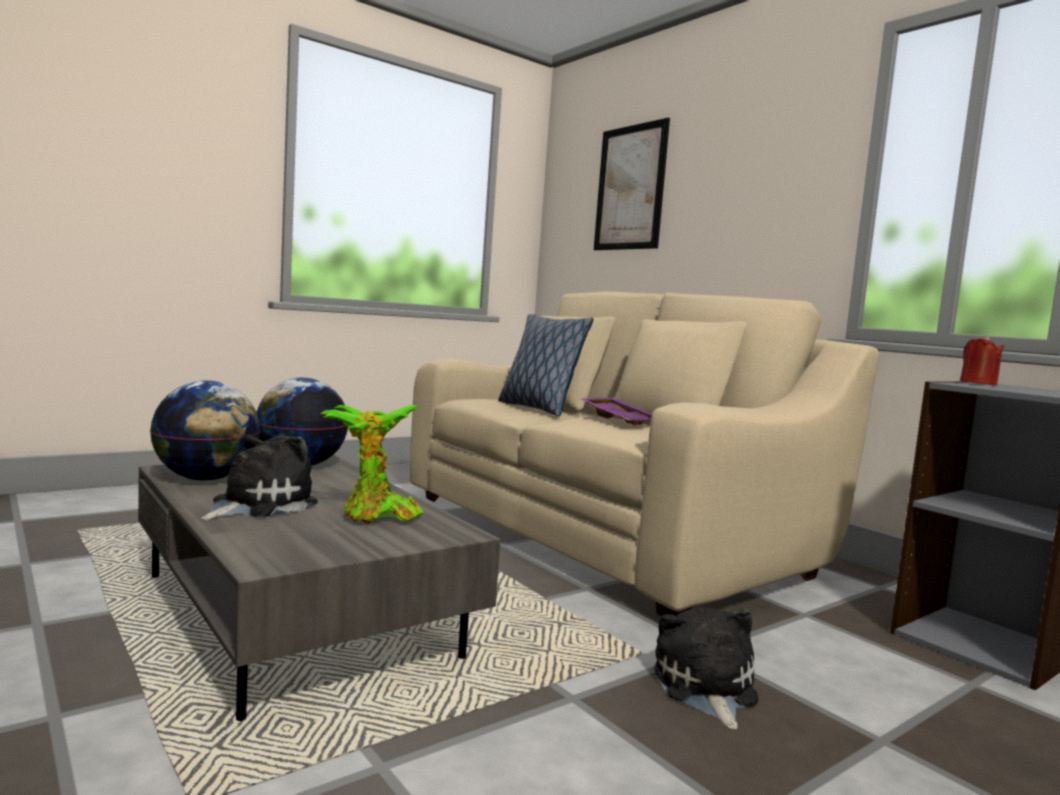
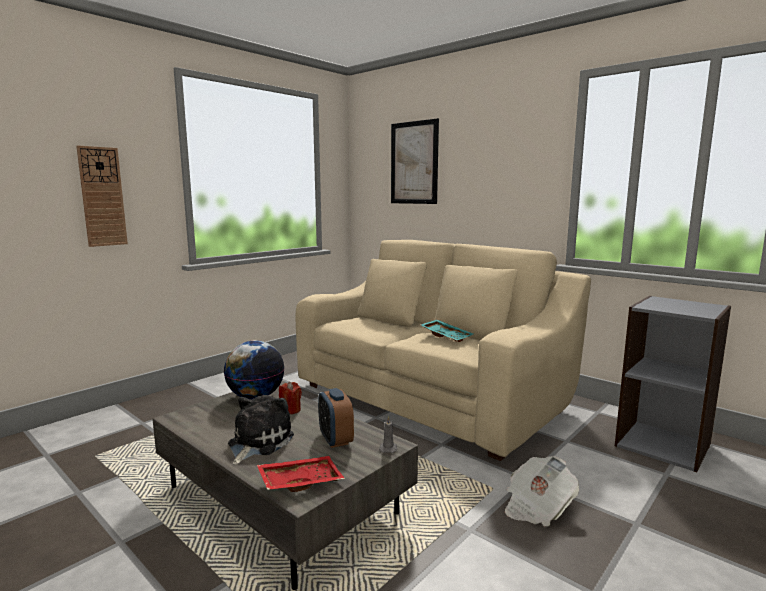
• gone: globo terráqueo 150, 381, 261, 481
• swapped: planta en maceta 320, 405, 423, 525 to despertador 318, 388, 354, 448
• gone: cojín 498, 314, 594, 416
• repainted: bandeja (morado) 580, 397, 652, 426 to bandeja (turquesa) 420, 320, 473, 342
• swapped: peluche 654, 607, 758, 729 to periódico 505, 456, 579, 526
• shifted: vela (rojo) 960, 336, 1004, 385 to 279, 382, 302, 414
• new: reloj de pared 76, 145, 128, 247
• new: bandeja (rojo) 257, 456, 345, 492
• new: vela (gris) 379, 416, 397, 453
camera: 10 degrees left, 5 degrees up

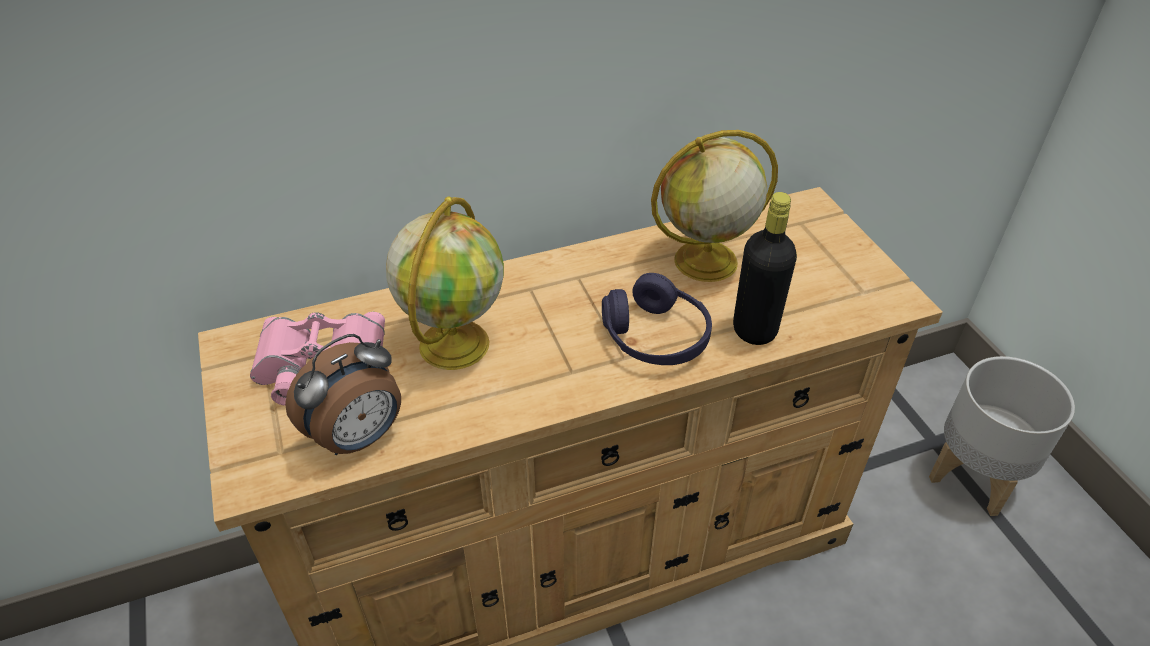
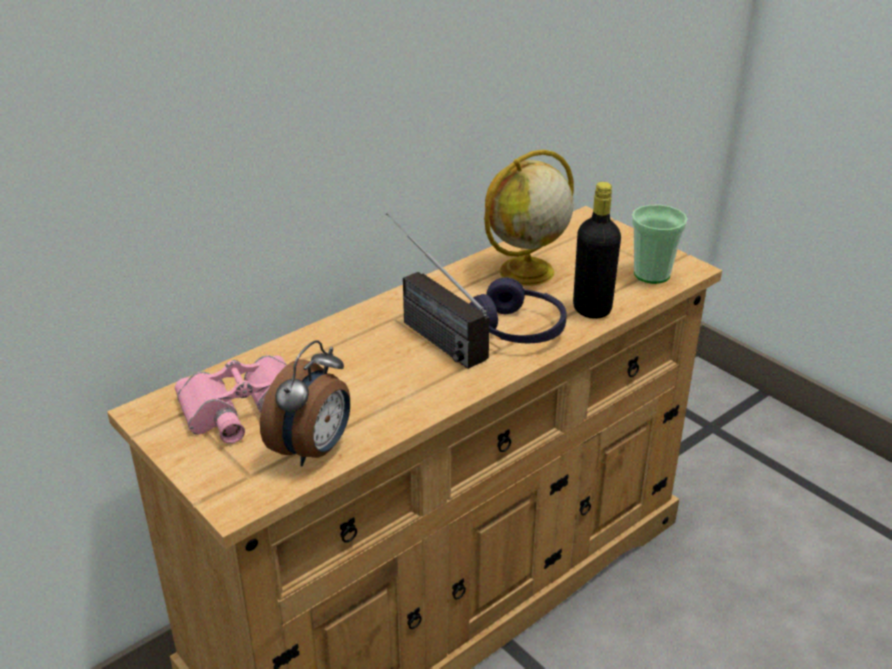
• gone: globo terráqueo 386, 197, 504, 370
• gone: maceta (gris) 929, 356, 1075, 516
• new: radio 386, 213, 490, 369
• new: taza 631, 205, 688, 284
camera: 20 degrees left, 10 degrees down

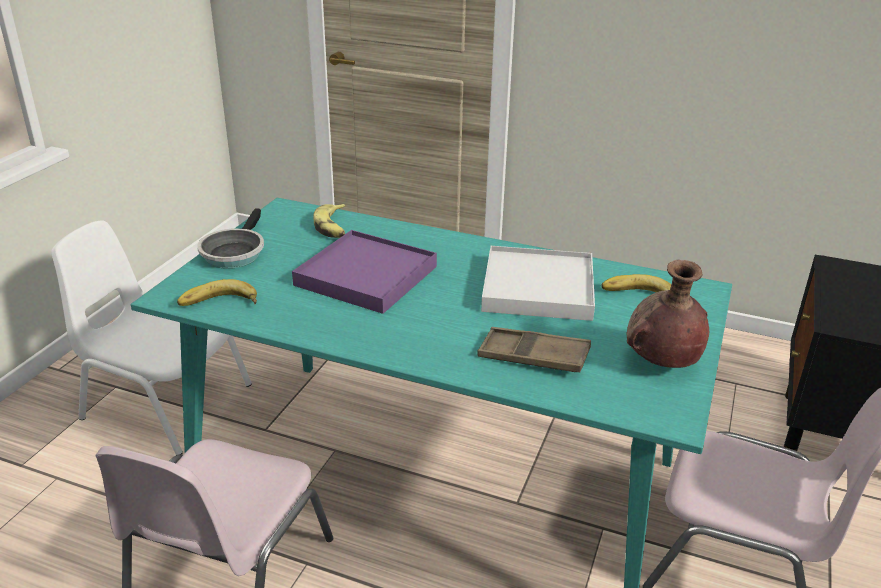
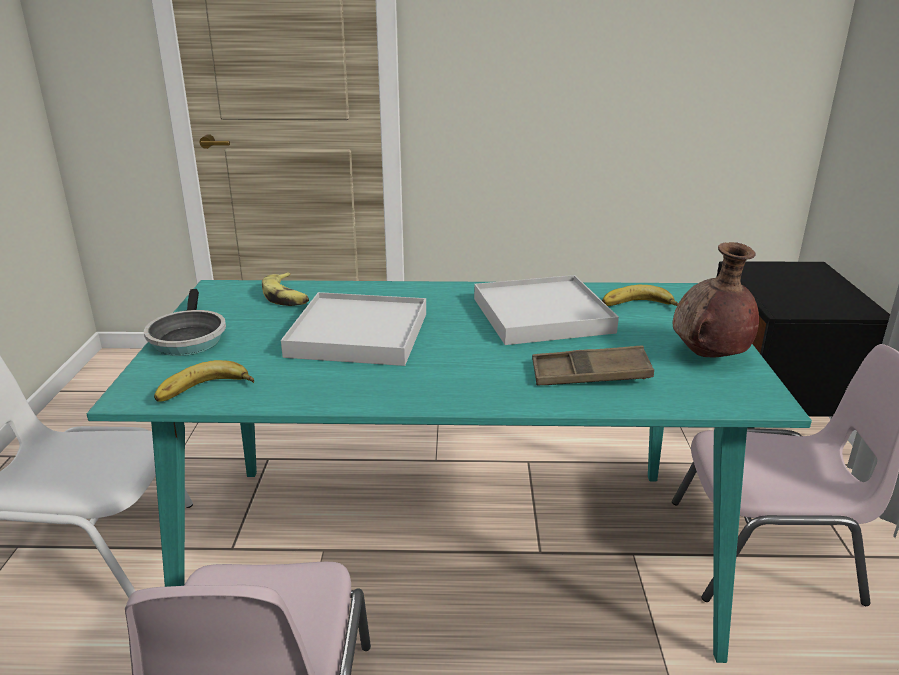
• repainted: bandeja (morado) 292, 230, 437, 314 to bandeja (blanco) 281, 292, 426, 366
camera: 20 degrees left, 5 degrees down

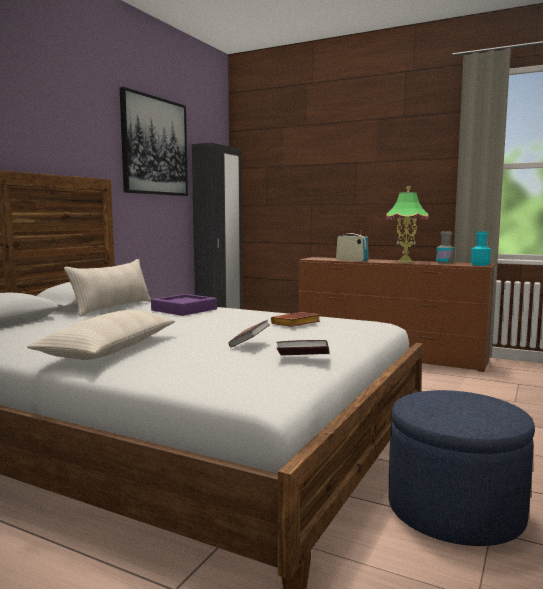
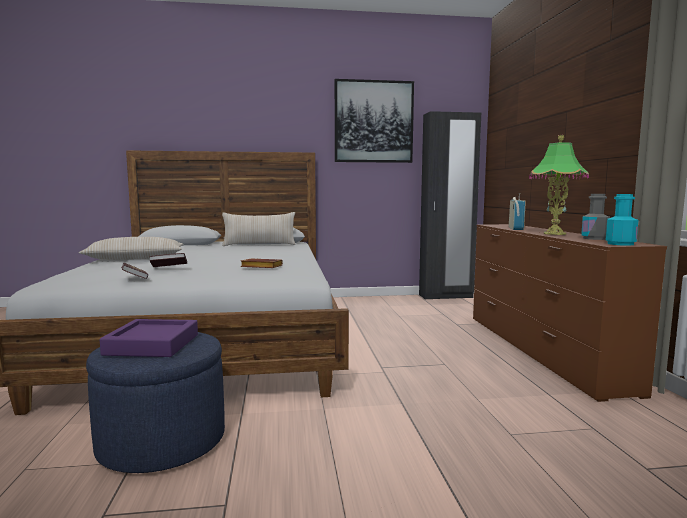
• shifted: bandeja (morado) 151, 294, 217, 316 to 100, 319, 198, 357
camera: 55 degrees right, 0 degrees up

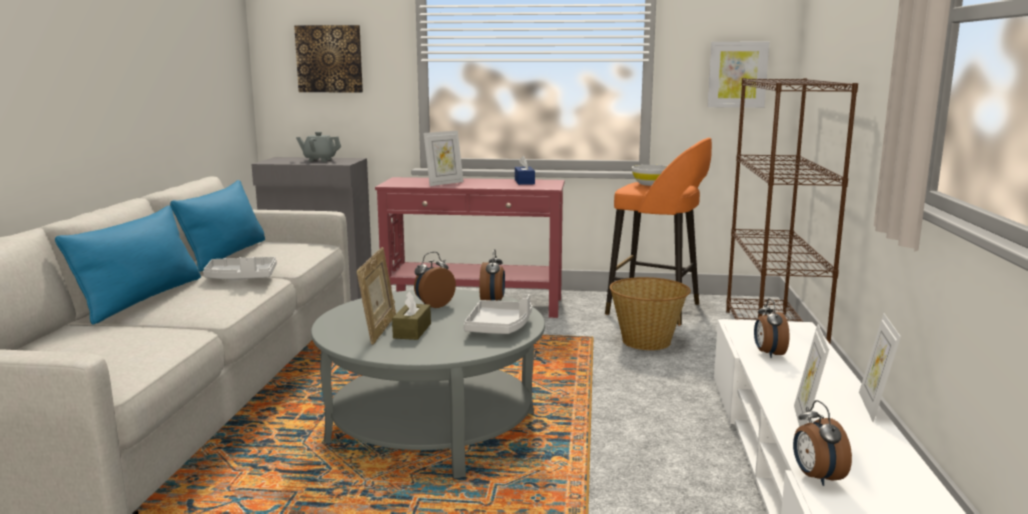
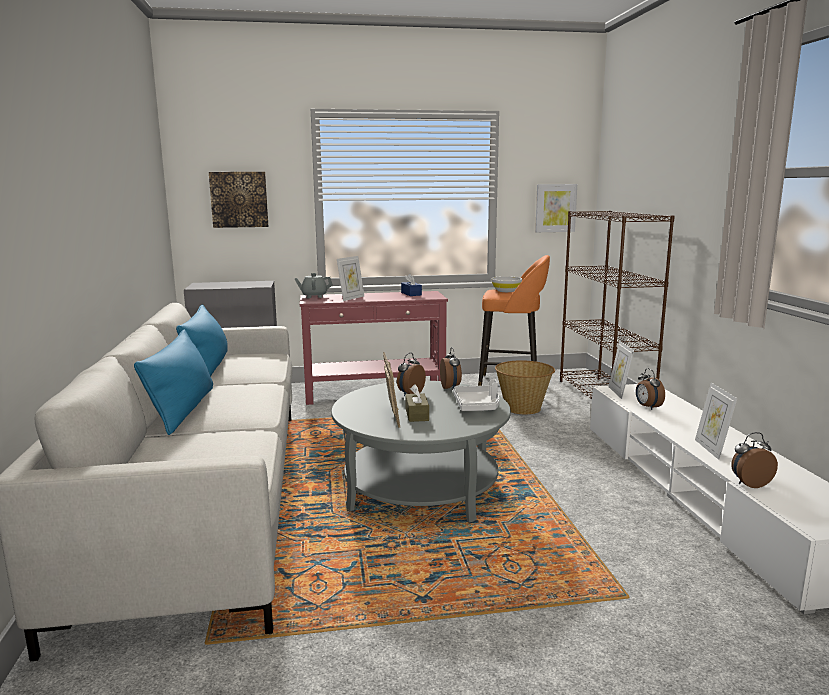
• gone: bandeja (gris) 203, 257, 277, 280
• shifted: tetera (gris) 296, 132, 341, 162 to 294, 273, 333, 298
• rotated: despertador 793, 400, 852, 486 = 731, 432, 778, 488 105 degrees clockwise
• shifted: portarretratos 859, 313, 901, 422 to 608, 341, 634, 399
camera: 15 degrees left, 0 degrees up

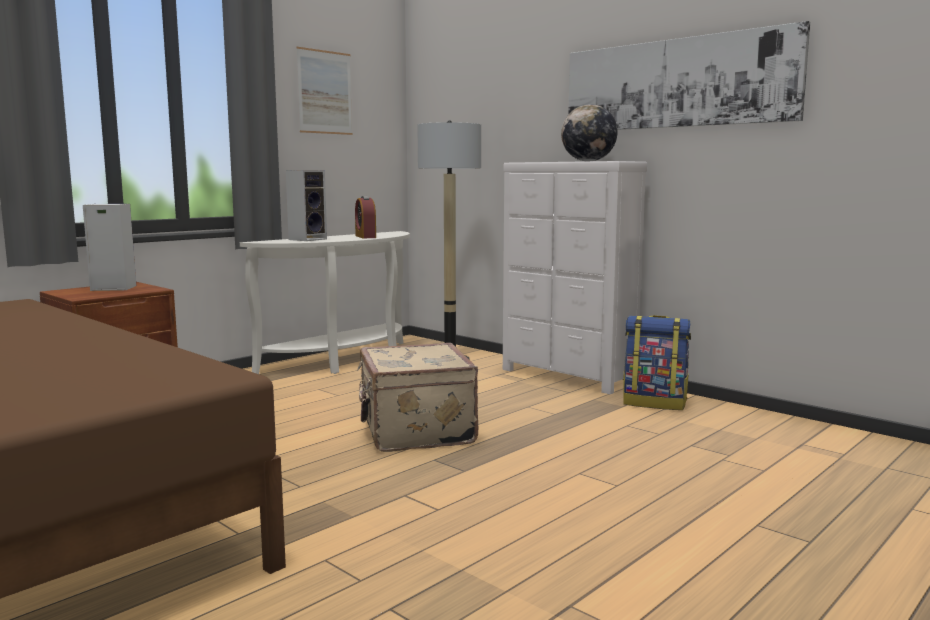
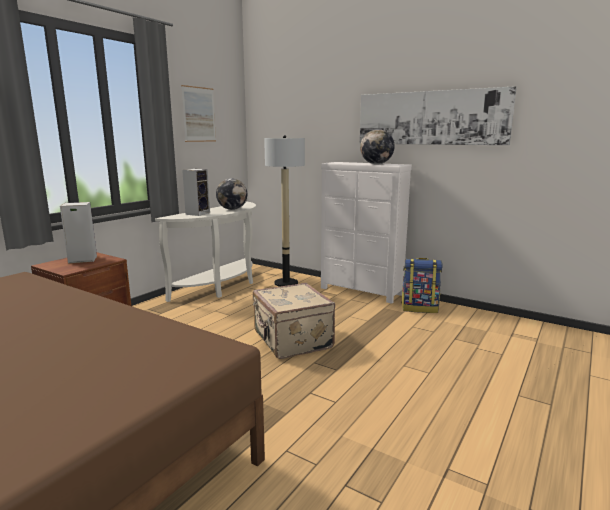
• swapped: despertador 355, 196, 376, 238 to globo terráqueo 216, 178, 247, 210
camera: 10 degrees left, 5 degrees up

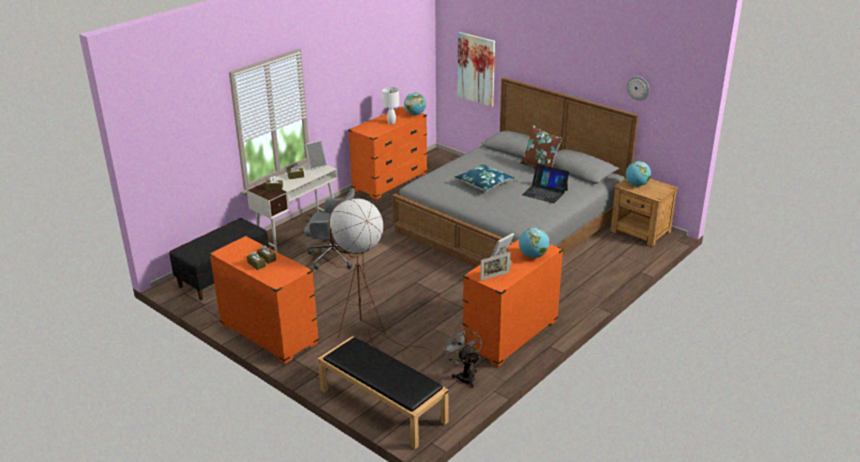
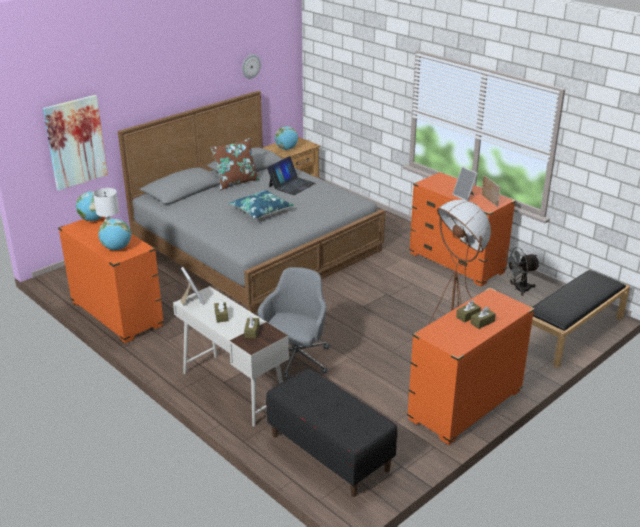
• shifted: globo terráqueo 519, 228, 549, 258 to 98, 219, 131, 250
camera: 85 degrees left, 0 degrees up

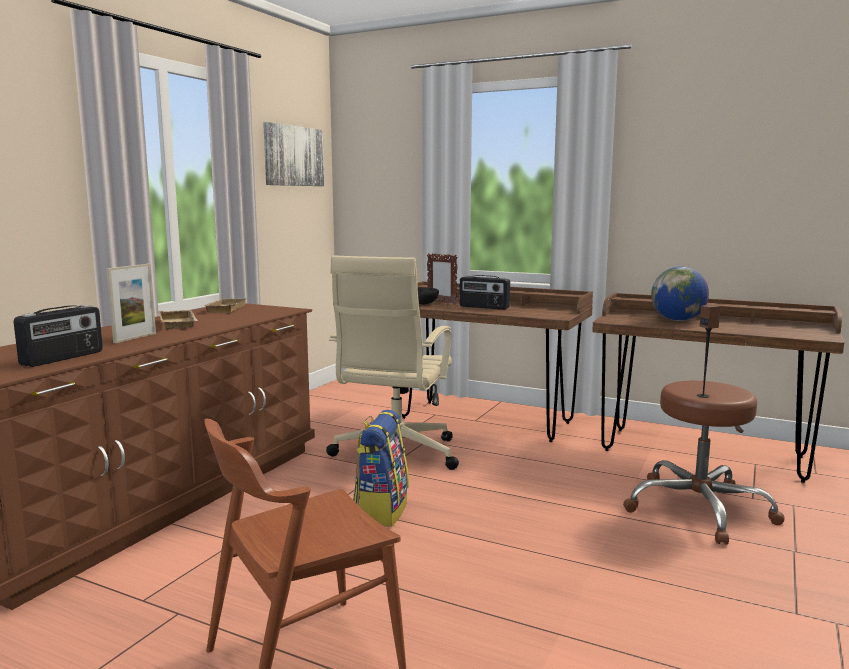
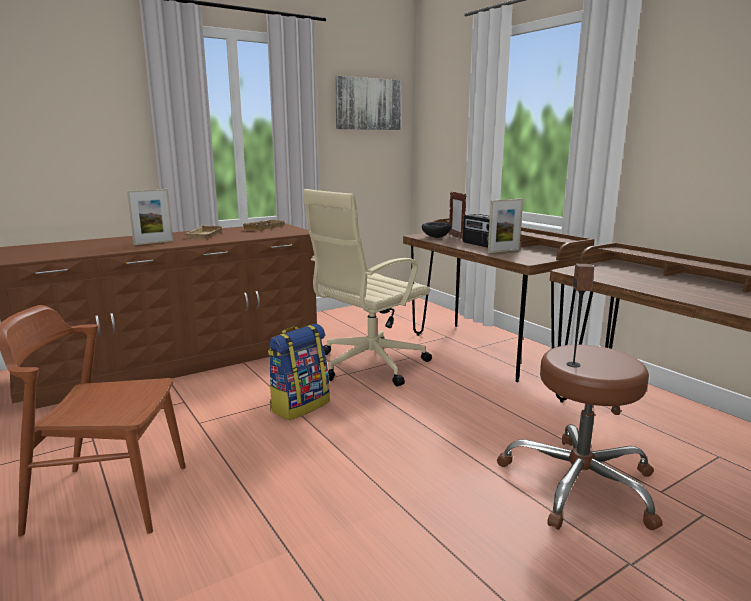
• gone: radio 14, 305, 103, 367
• gone: globo terráqueo 651, 267, 709, 321
• new: portarretratos 488, 199, 523, 253
camera: 30 degrees right, 5 degrees up

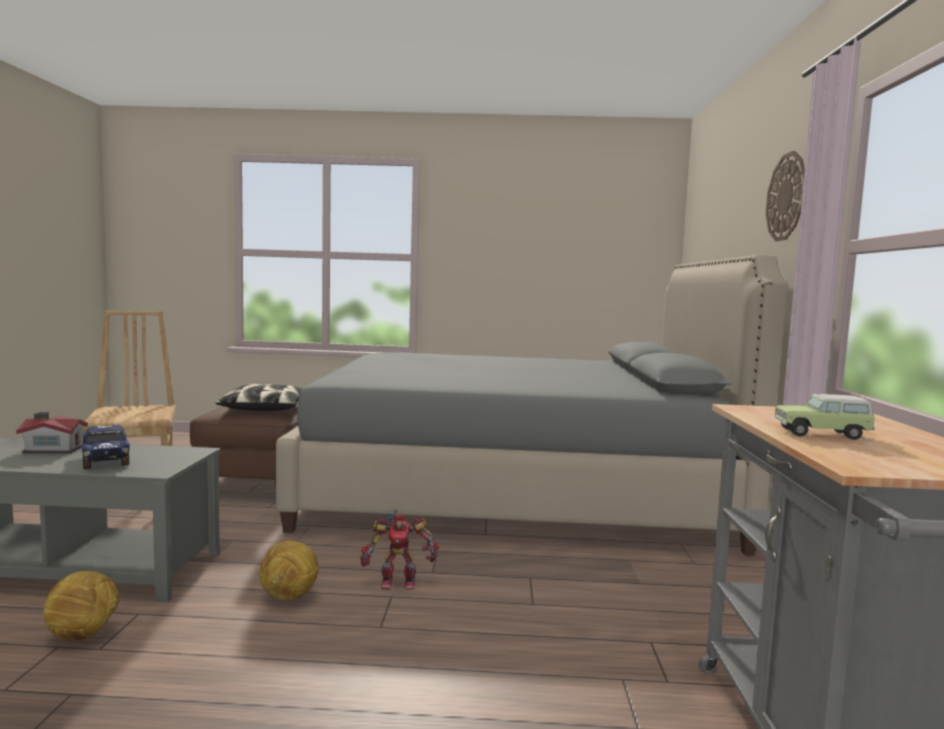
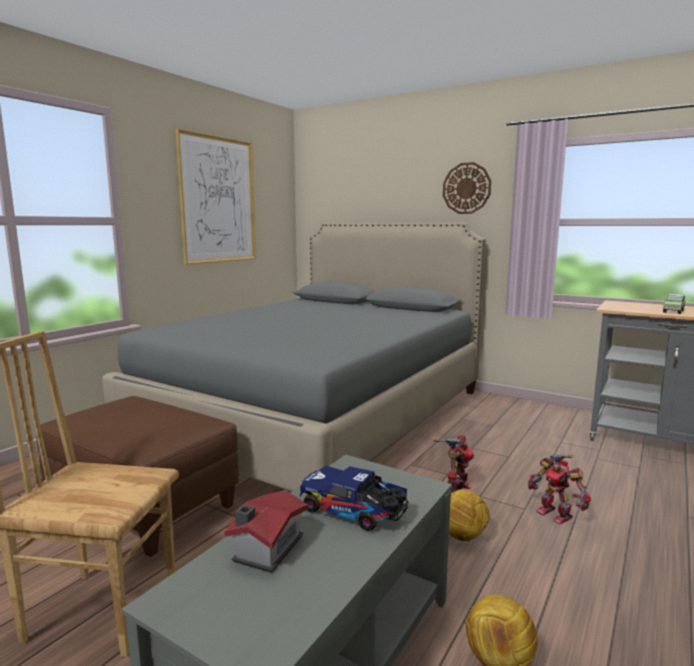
• rotated: camión de juguete 82, 425, 130, 469 = 300, 466, 408, 531 150 degrees counterclockwise
• gone: cojín 216, 384, 302, 411
• new: cuadro 175, 128, 256, 265
• new: robot de juguete 528, 454, 591, 524
camera: 60 degrees left, 5 degrees up

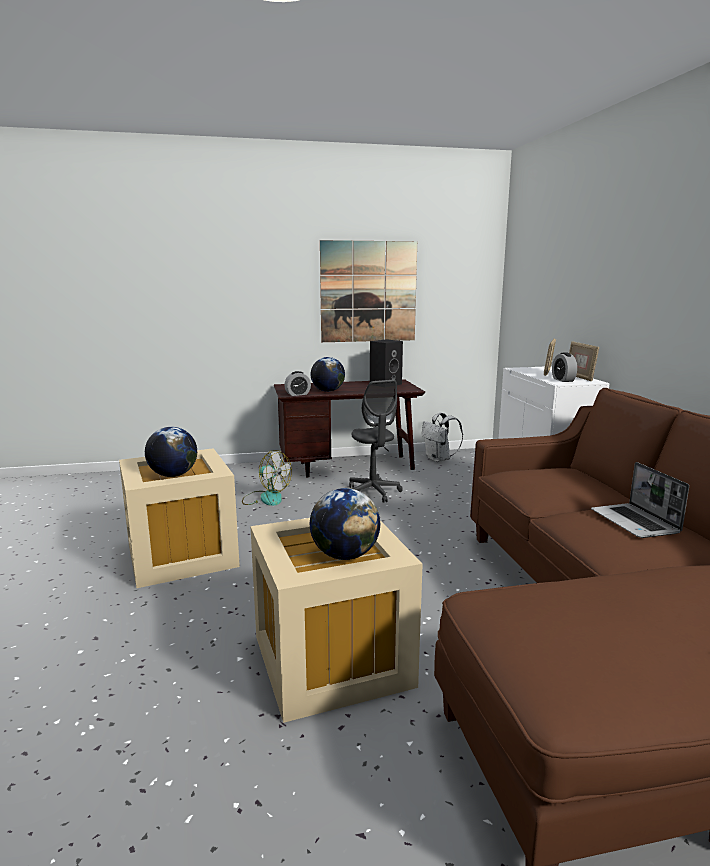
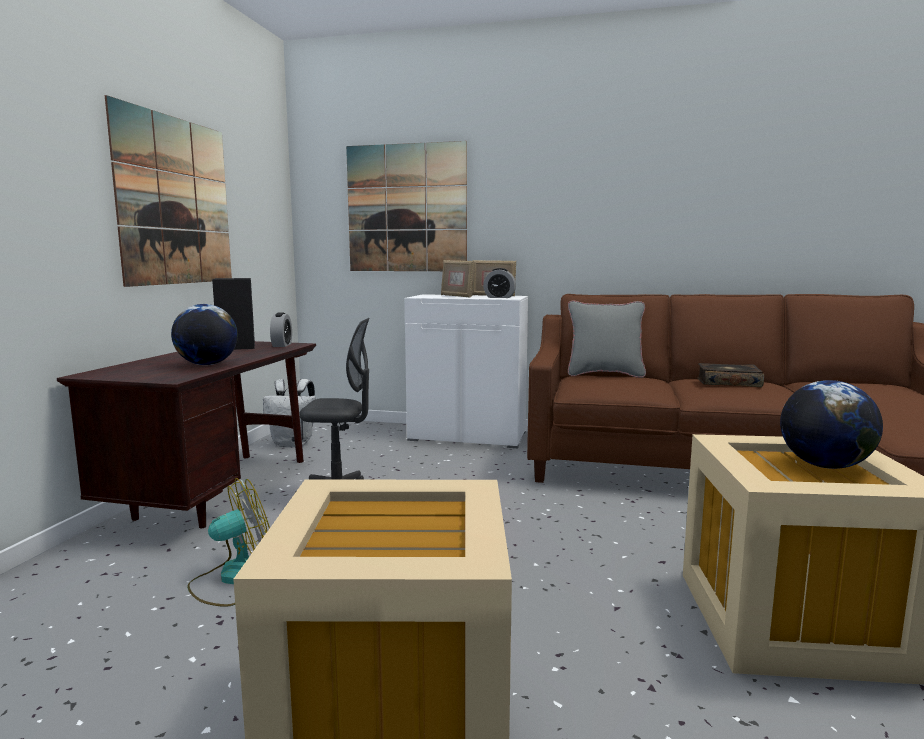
• gone: globo terráqueo 145, 427, 197, 477
• shifted: despertador 284, 371, 311, 396 to 270, 312, 292, 347
• swapped: portátil 591, 462, 689, 538 to libro 697, 363, 764, 388
• new: cuadro 346, 141, 467, 271
• new: cojín (gris) 568, 301, 646, 378
camera: 65 degrees left, 5 degrees down

